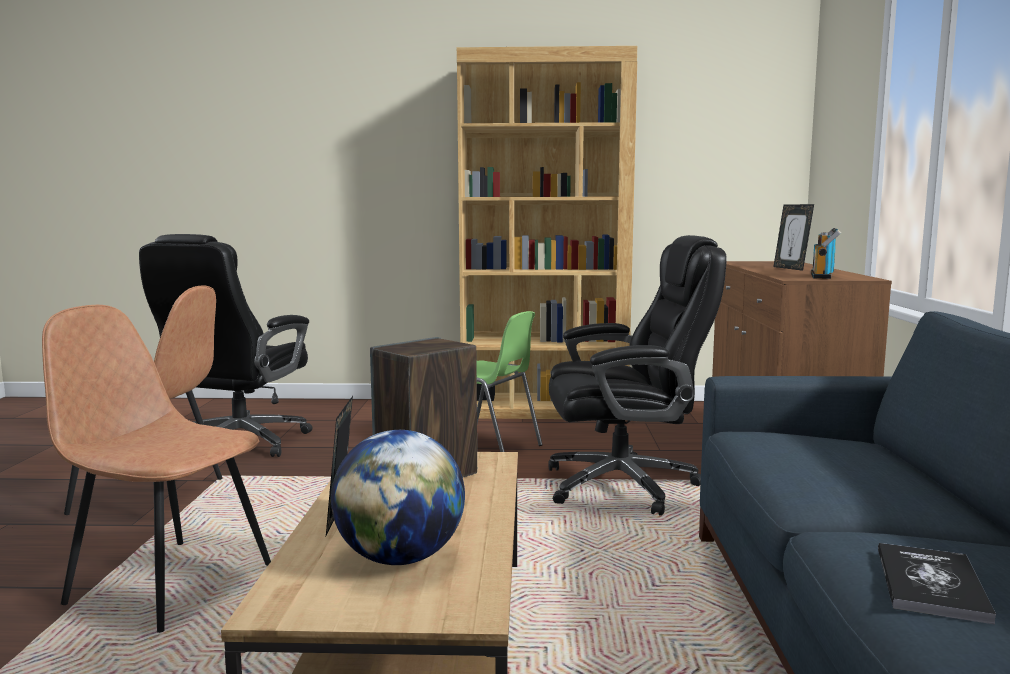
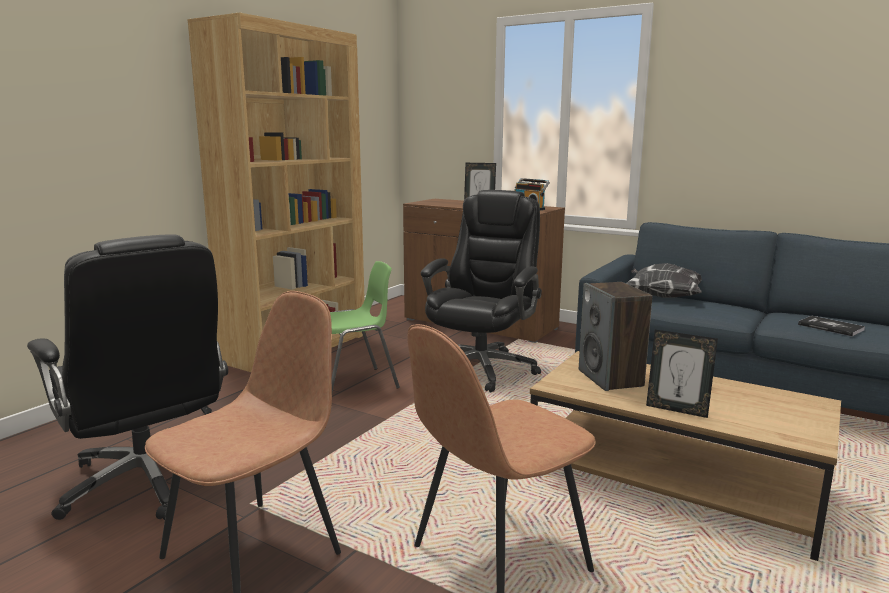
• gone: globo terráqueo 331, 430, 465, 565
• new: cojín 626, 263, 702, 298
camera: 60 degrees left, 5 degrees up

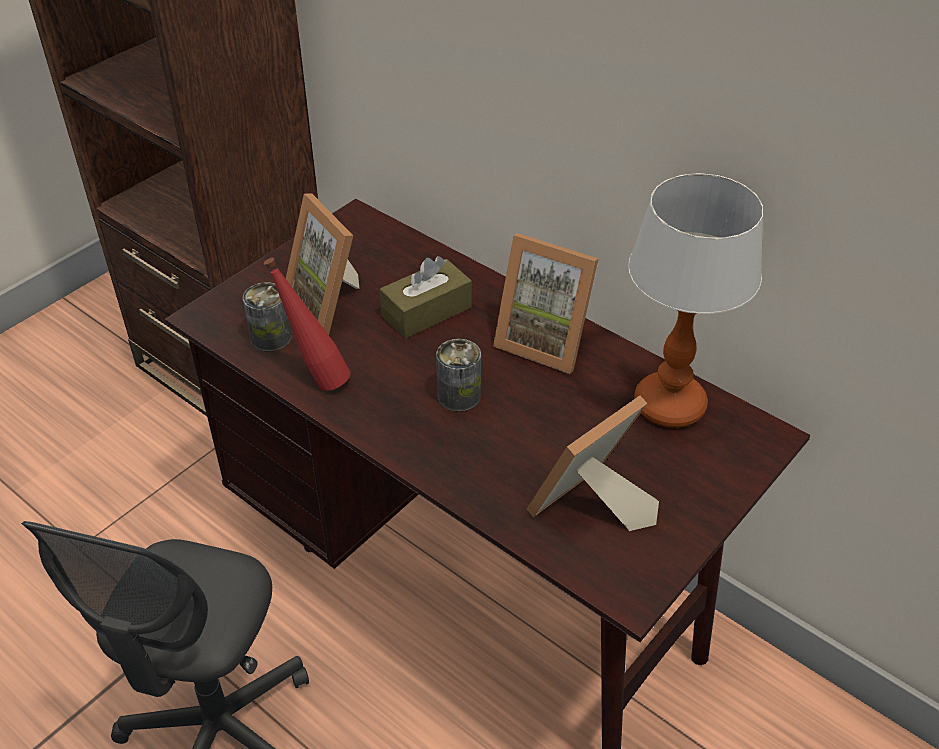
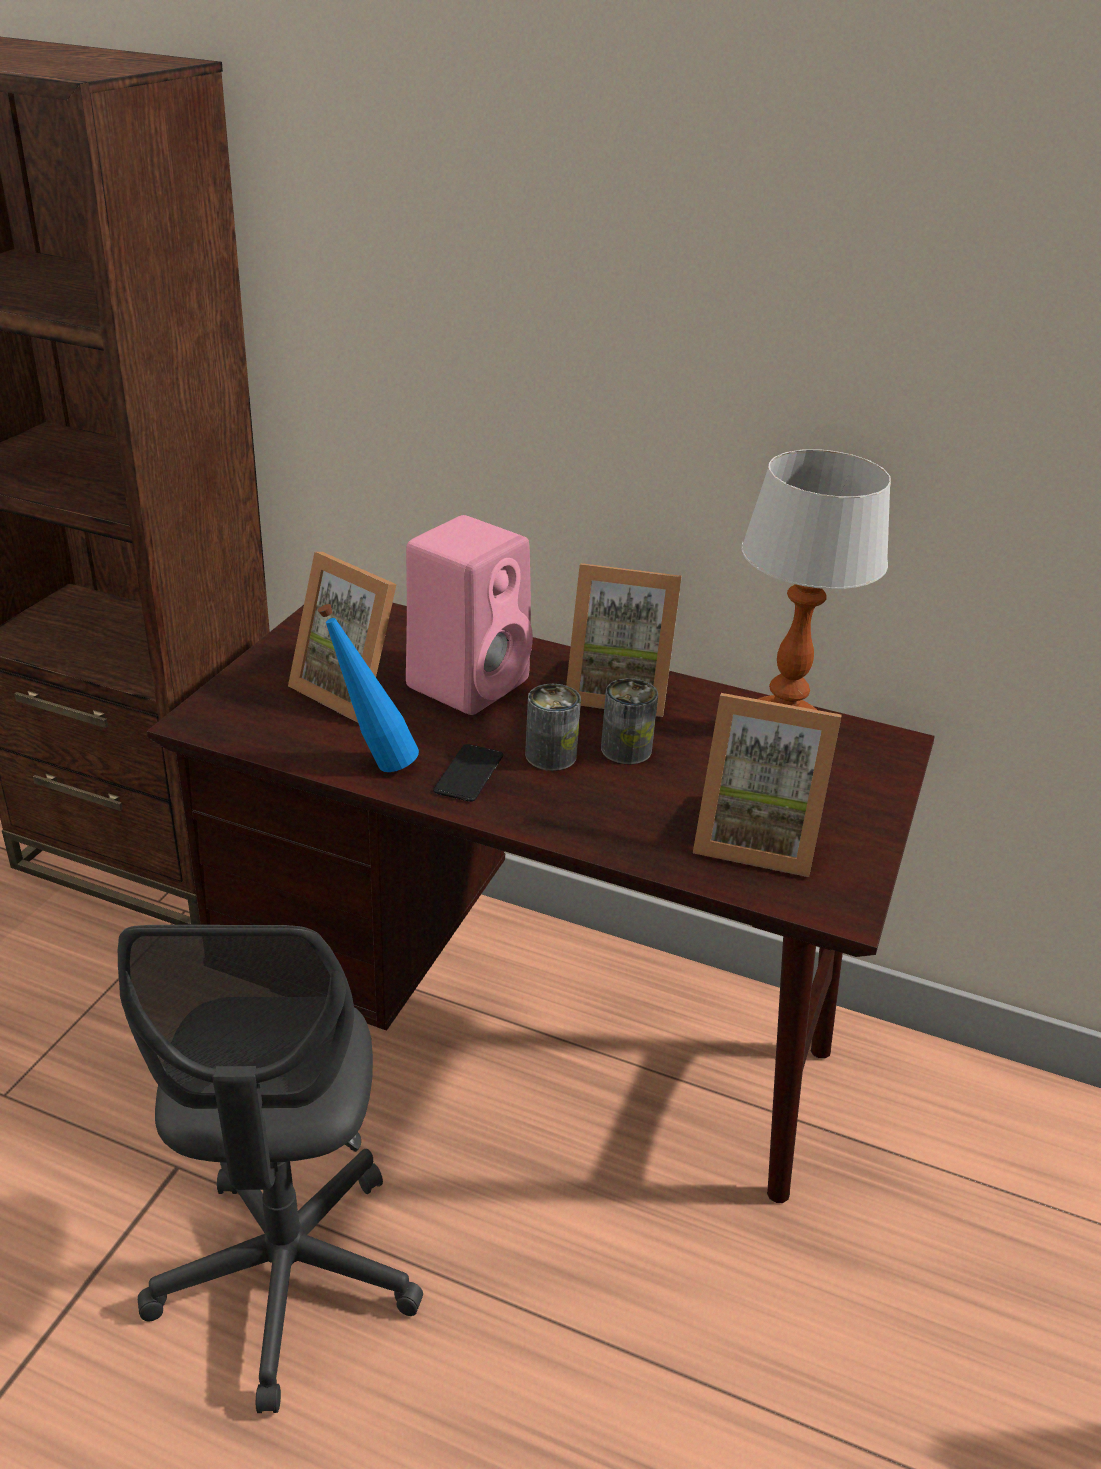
• shifted: lata 243, 282, 292, 352 to 601, 678, 658, 764
• repainted: botella (rojo) 264, 258, 350, 391 to botella (azul) 318, 604, 419, 772
• swapped: caja de pañuelos (marrón) 379, 256, 472, 339 to altavoz (rosa) 406, 515, 533, 715
• rotated: portarretratos 527, 395, 659, 531 = 693, 693, 841, 877 105 degrees counterclockwise
• new: móvil 433, 744, 503, 802
camera: 20 degrees left, 10 degrees down

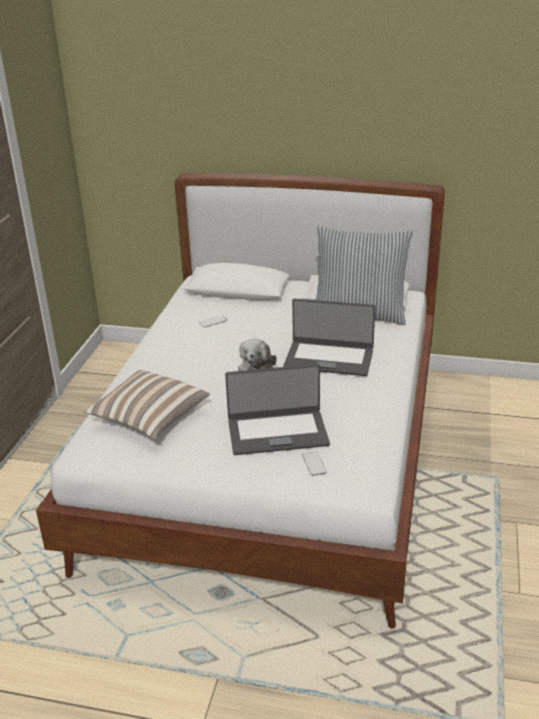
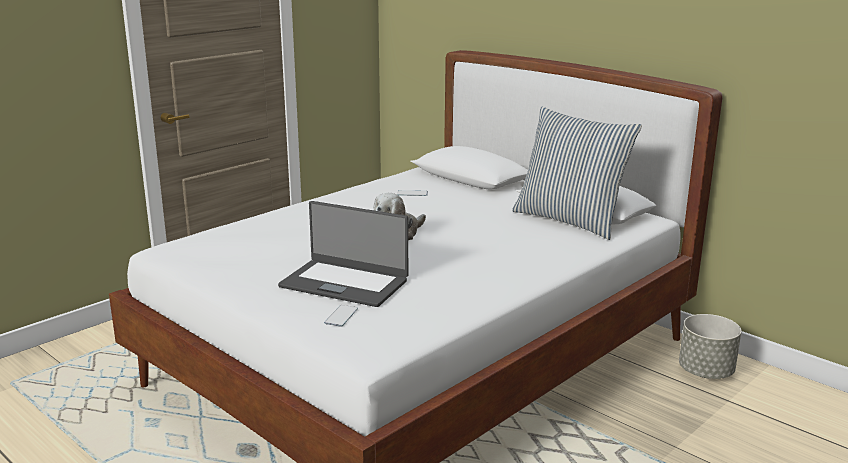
• gone: cojín 84, 370, 210, 439
• gone: portátil 283, 299, 375, 376
• new: maceta (gris) 679, 314, 741, 379
camera: 30 degrees right, 10 degrees down

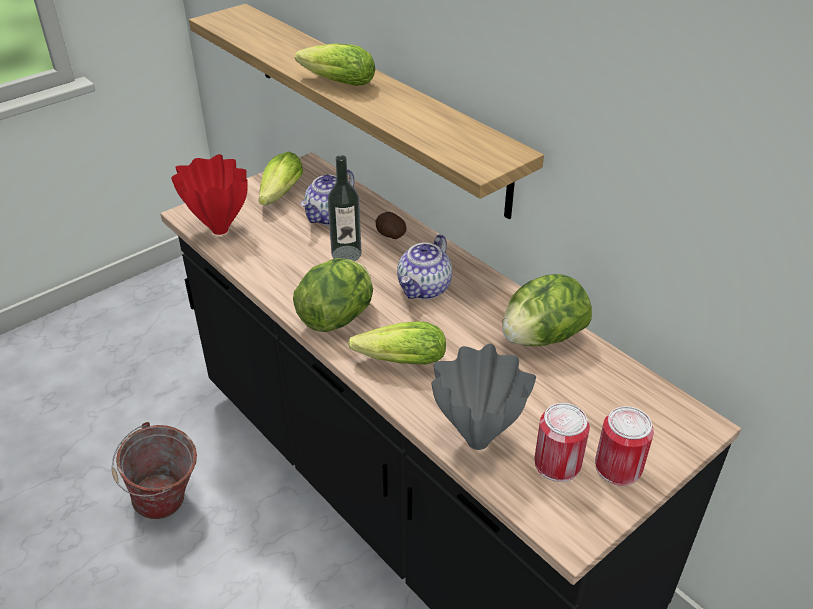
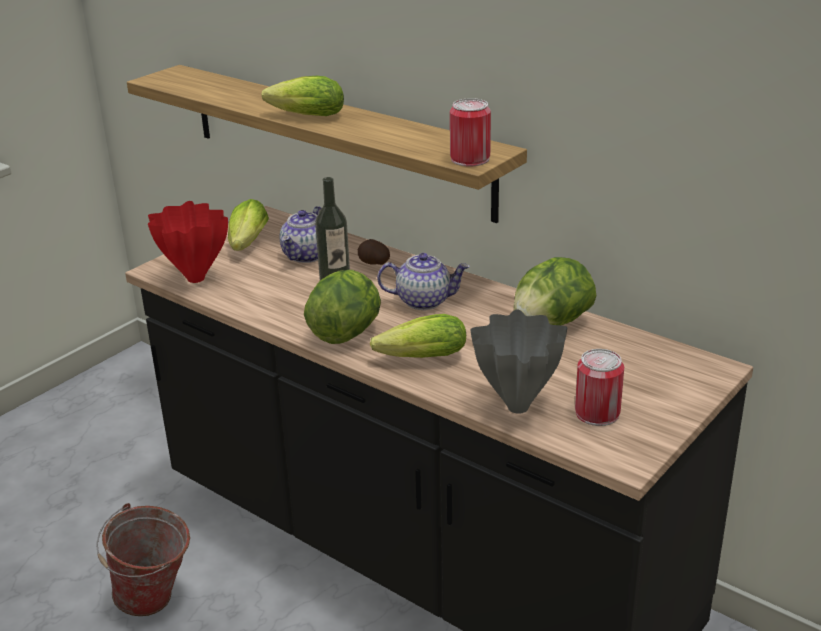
• rotated: tetera 397, 234, 452, 299 = 377, 253, 469, 310 105 degrees counterclockwise
• shifted: lata 595, 406, 654, 486 to 450, 98, 491, 167
camera: 10 degrees left, 10 degrees down

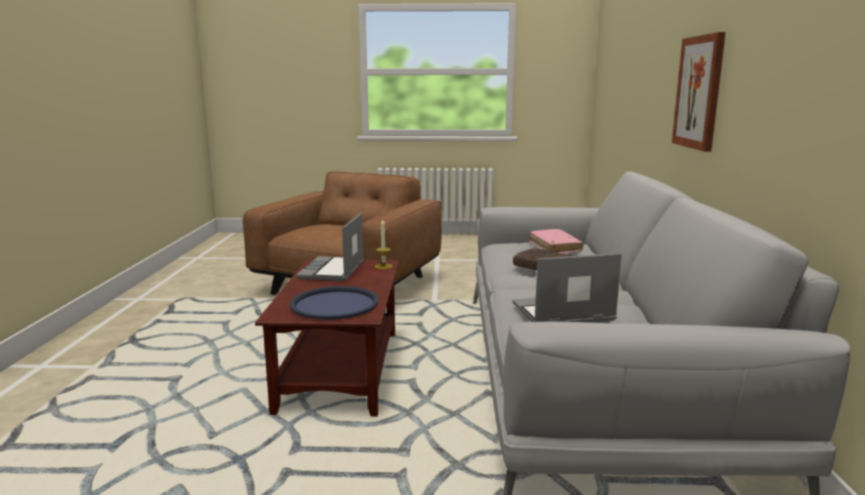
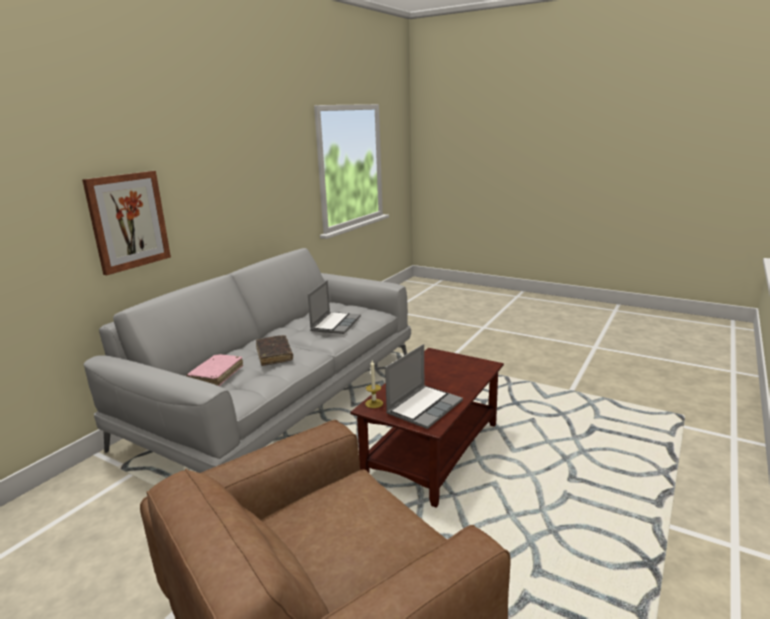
• gone: bandeja (azul) 290, 286, 379, 320
• rotated: portátil 513, 253, 621, 323 = 308, 280, 361, 334 90 degrees counterclockwise
camera: 150 degrees left, 5 degrees up

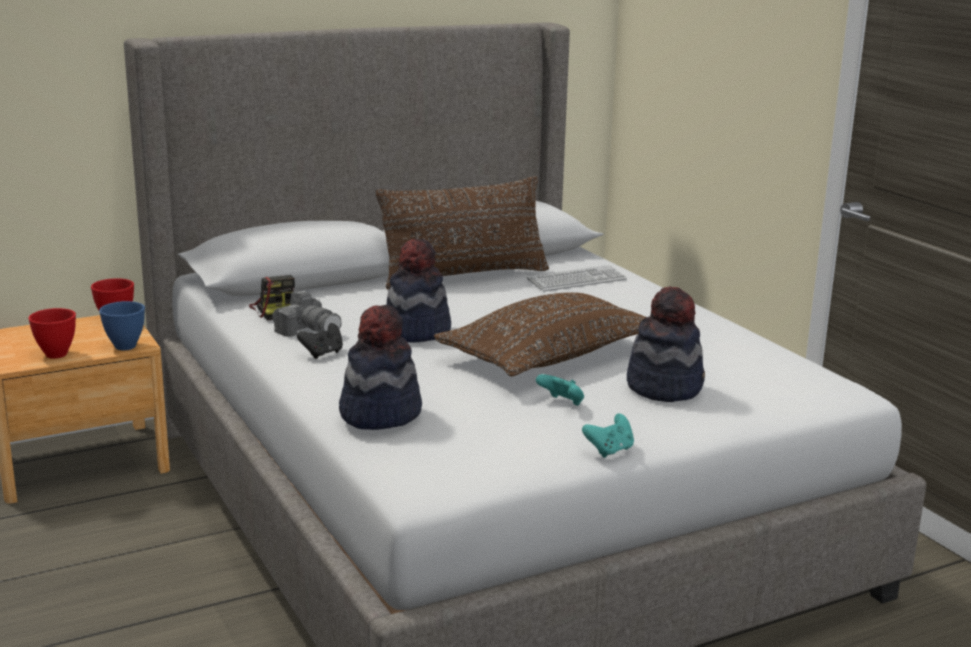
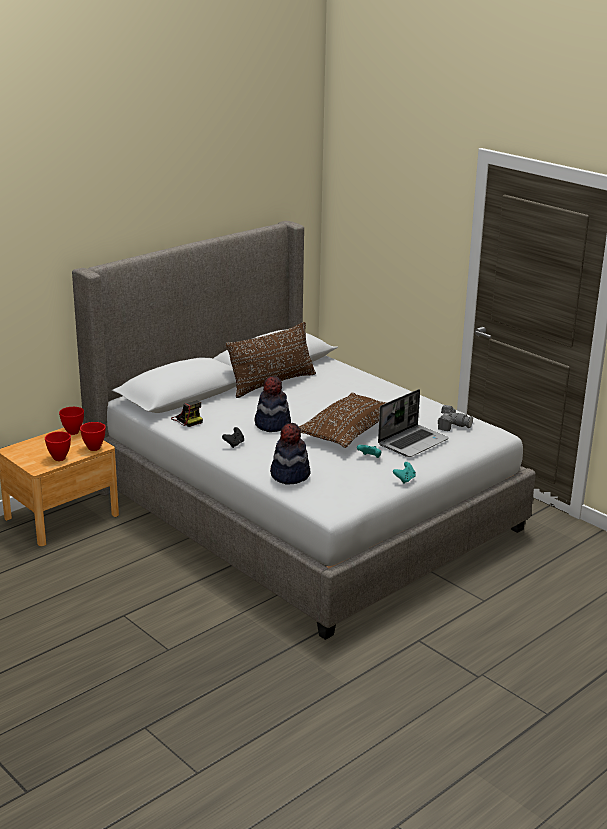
• repainted: cuenco (azul) 99, 301, 145, 350 to cuenco (rojo) 80, 422, 106, 451
• shifted: cámara 272, 291, 342, 337 to 438, 405, 473, 431
• gone: teclado 527, 265, 627, 292
• swapped: sombrero 627, 286, 705, 402 to portátil 378, 389, 449, 457
camera: 15 degrees left, 5 degrees up

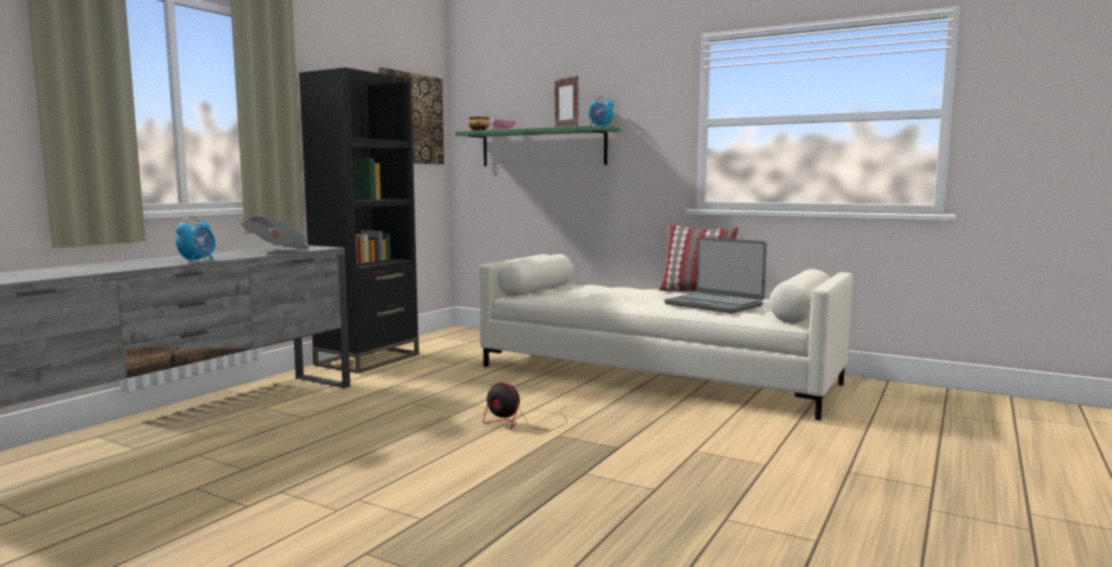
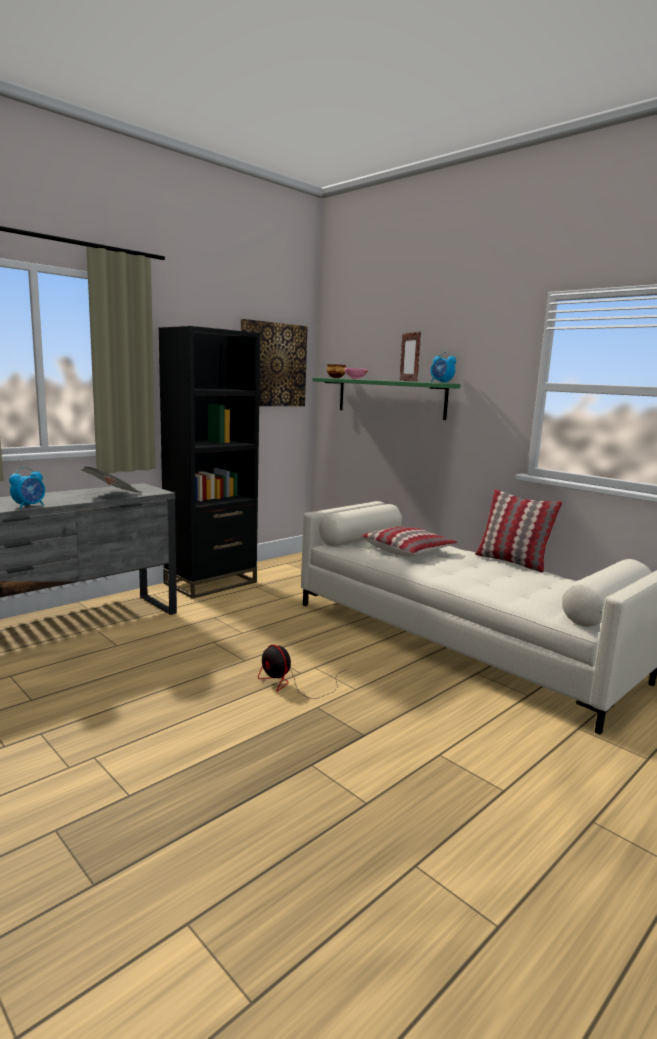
• gone: portátil 664, 237, 767, 314
• new: cojín 361, 527, 458, 556
camera: 15 degrees right, 5 degrees up

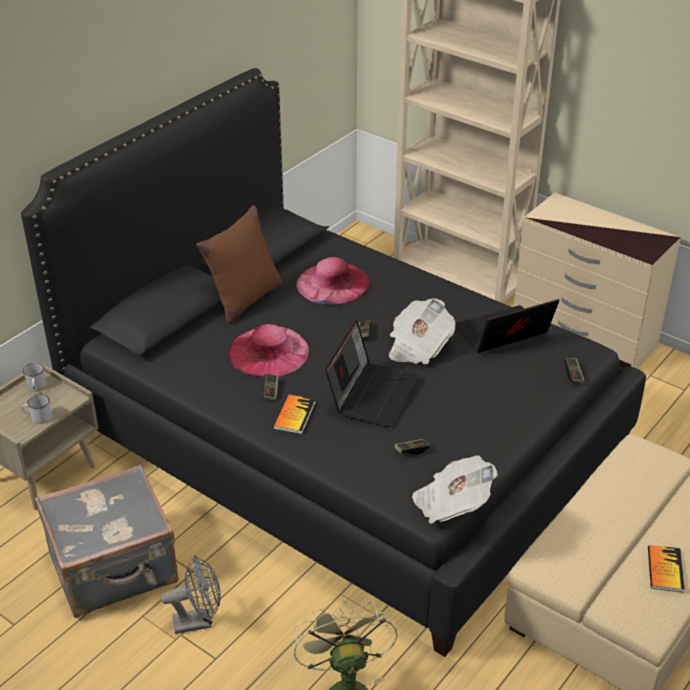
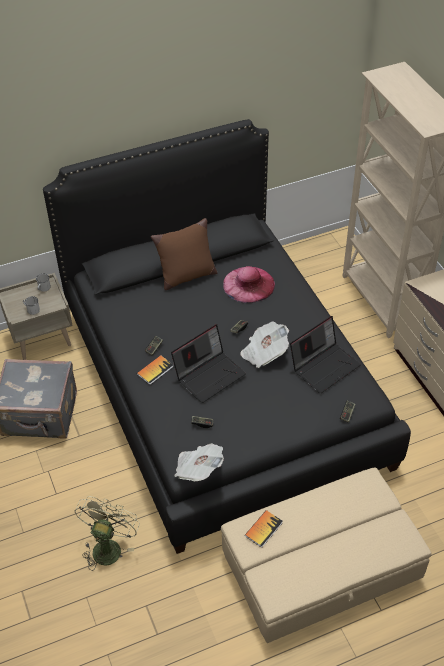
• gone: ventilador (gris) 161, 555, 221, 634
• gone: sombrero (rosa) 228, 324, 309, 377
• rotated: portátil 455, 299, 559, 353 = 290, 316, 361, 393 135 degrees clockwise
• shifted: libro 648, 545, 684, 593 to 245, 510, 283, 548
camera: 30 degrees right, 10 degrees up

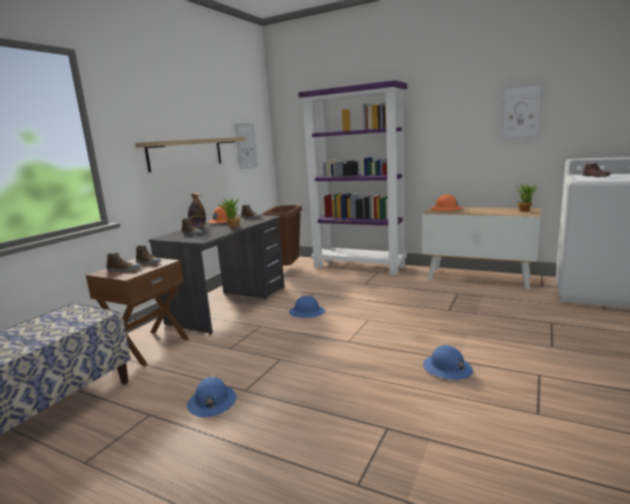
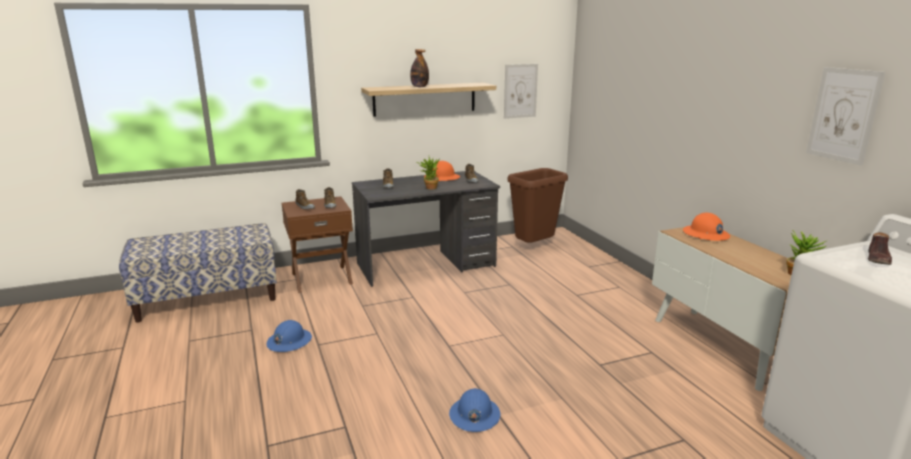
• shifted: botella 188, 193, 206, 228 to 410, 49, 429, 87
• gone: casco (azul) 289, 296, 325, 318
• gone: estantería (morado) 298, 80, 407, 275
camera: 40 degrees right, 5 degrees up

